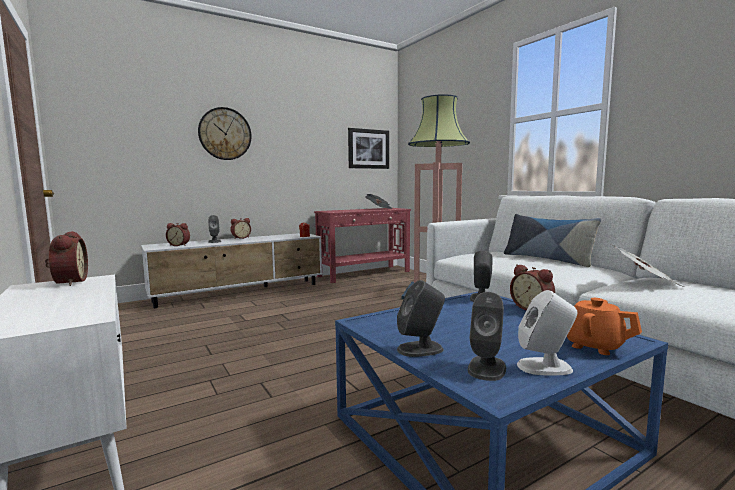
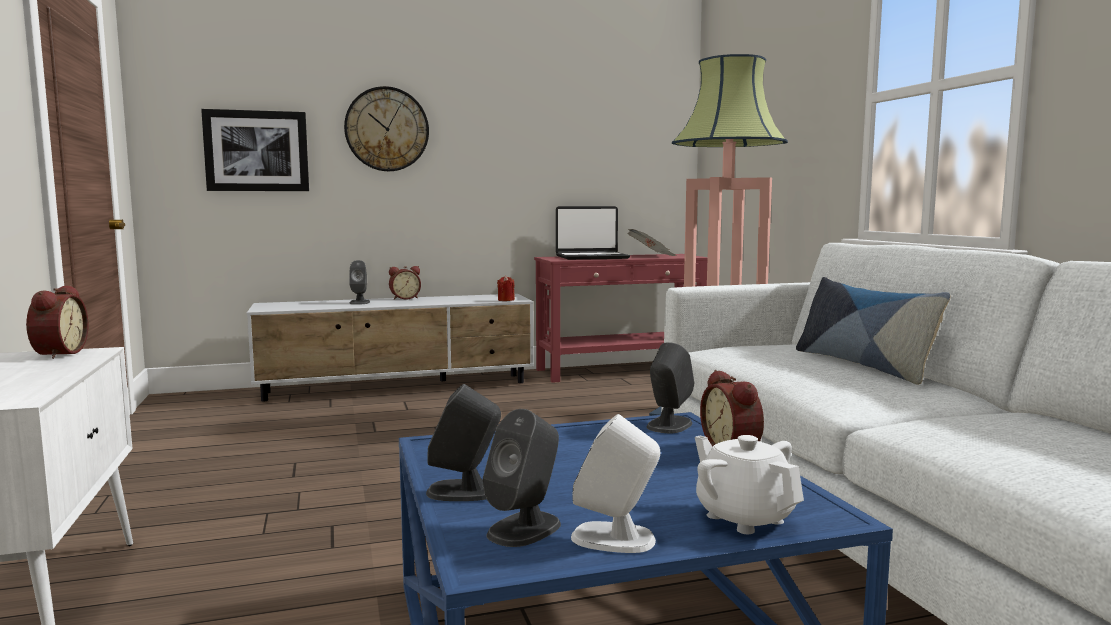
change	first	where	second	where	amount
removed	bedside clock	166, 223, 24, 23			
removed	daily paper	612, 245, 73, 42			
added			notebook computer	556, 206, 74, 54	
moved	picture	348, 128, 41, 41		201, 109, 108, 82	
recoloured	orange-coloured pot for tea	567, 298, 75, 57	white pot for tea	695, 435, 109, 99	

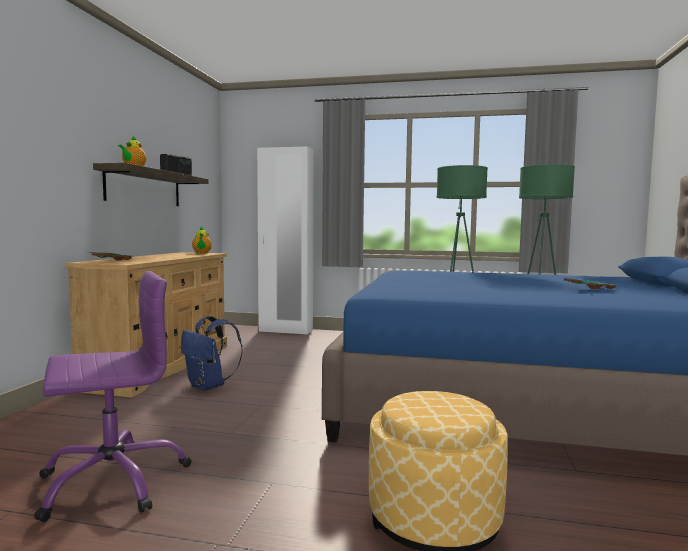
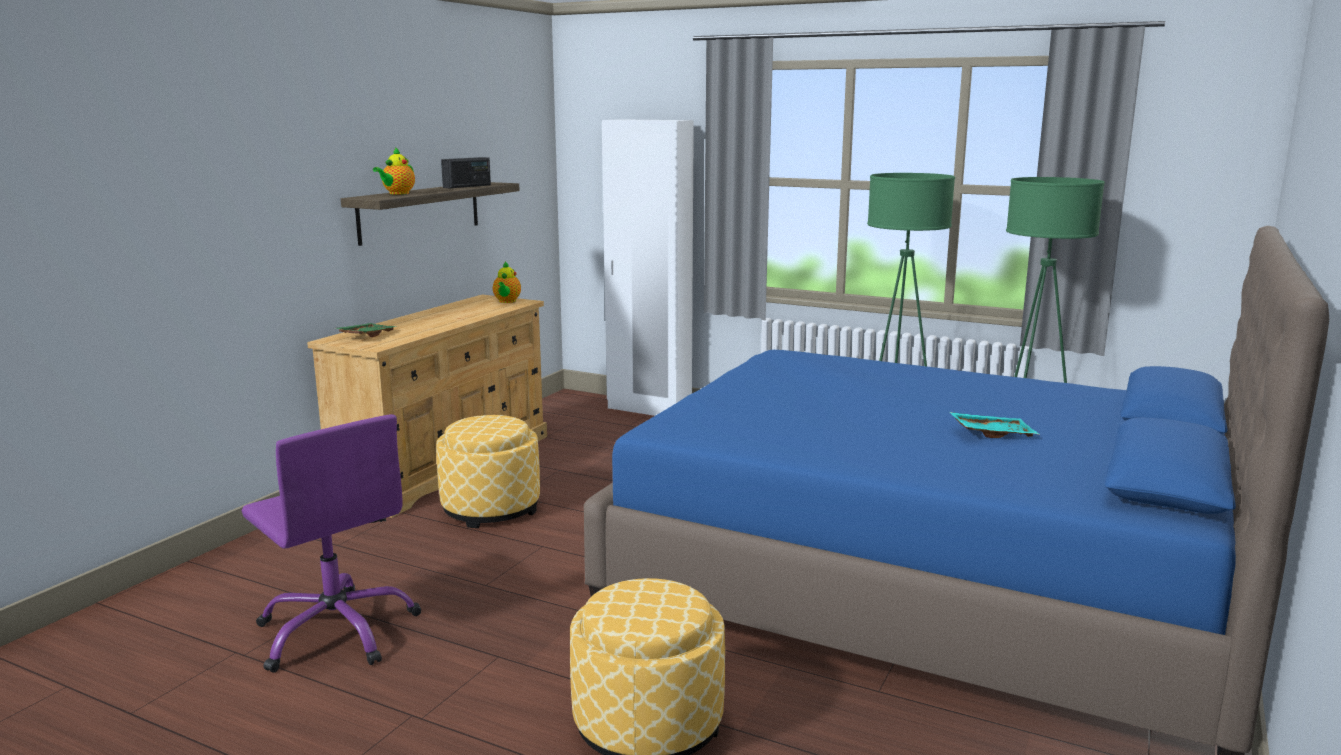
change	first	where	second	where	amount
replaced	blue rucksack	181, 316, 62, 75	ottoman	436, 415, 104, 113	
turned	purple office chair	34, 271, 157, 251		242, 414, 179, 259	60 degrees clockwise

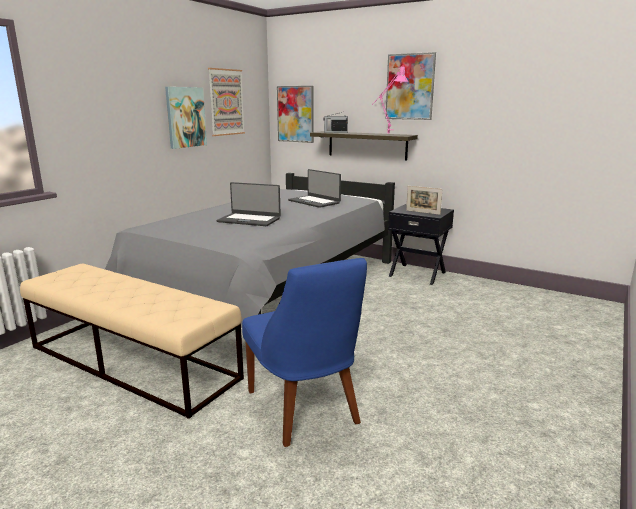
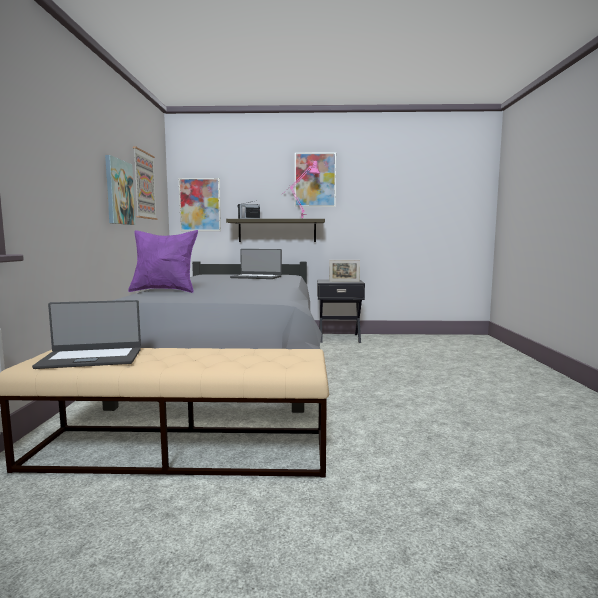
change	first	where	second	where	amount
removed	blue upright chair	242, 258, 125, 189			
added			purple pillow	128, 230, 70, 63	
moved	notebook computer	217, 182, 64, 44		32, 300, 109, 69	

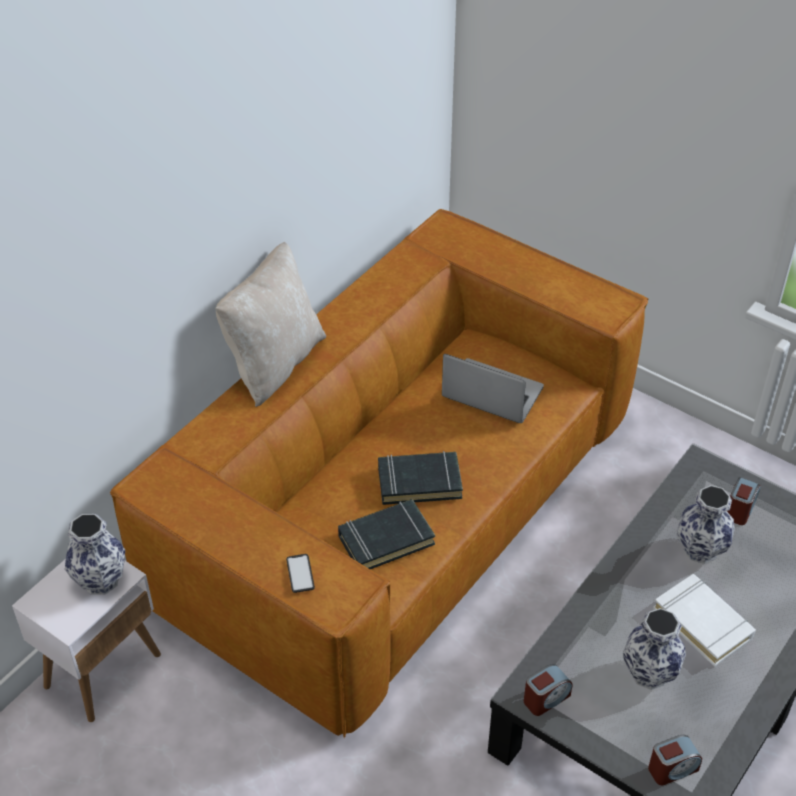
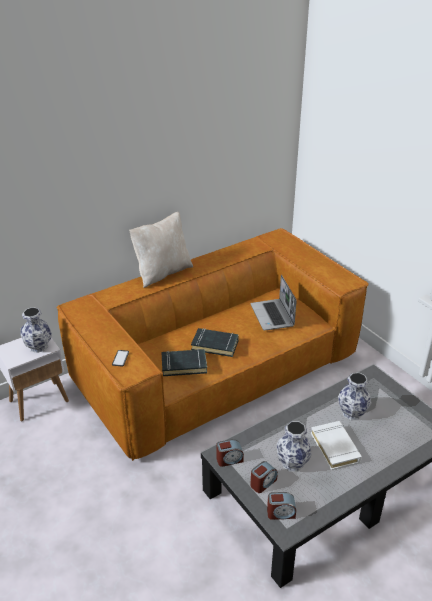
change	first	where	second	where	amount
moved	bedside clock	727, 477, 34, 48		250, 461, 28, 32	
turned	notebook computer	442, 354, 102, 69		250, 275, 47, 55	150 degrees counterclockwise

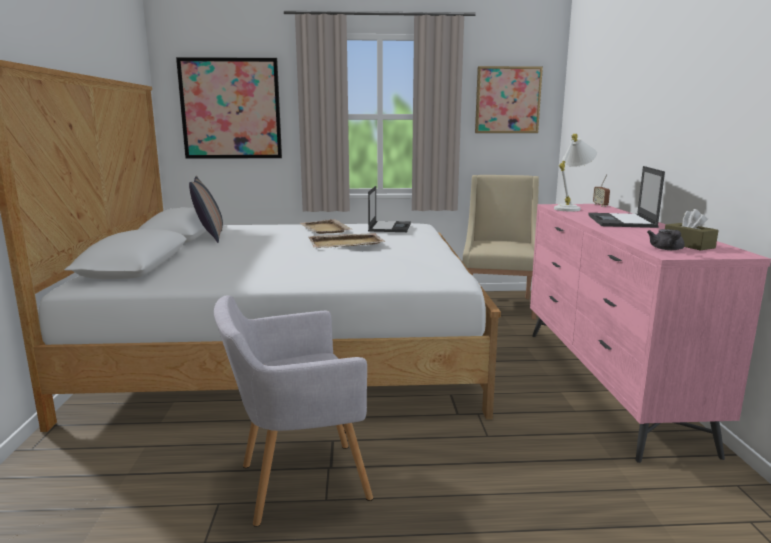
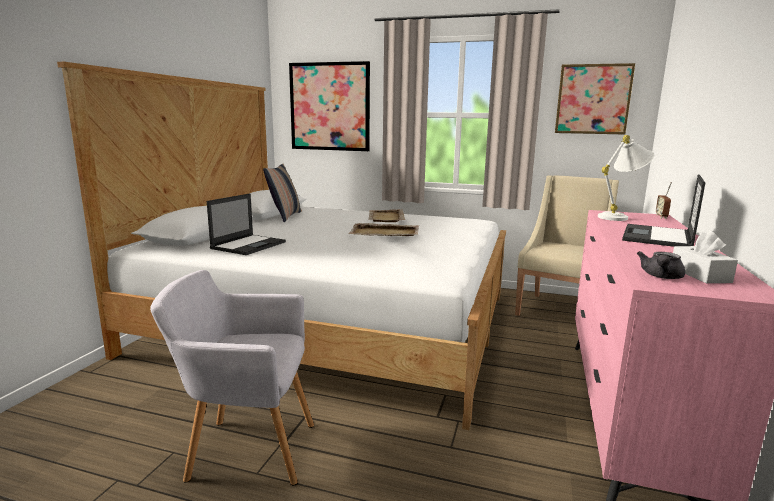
change	first	where	second	where	amount
moved	notebook computer	368, 186, 43, 46		207, 193, 79, 62	
recoloured	brown-coloured tissue holder	665, 209, 54, 41	white tissue holder	673, 231, 65, 52	

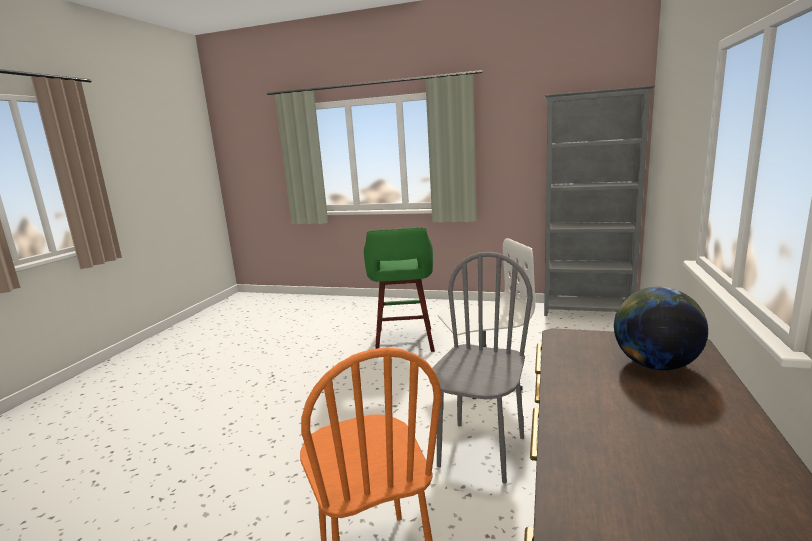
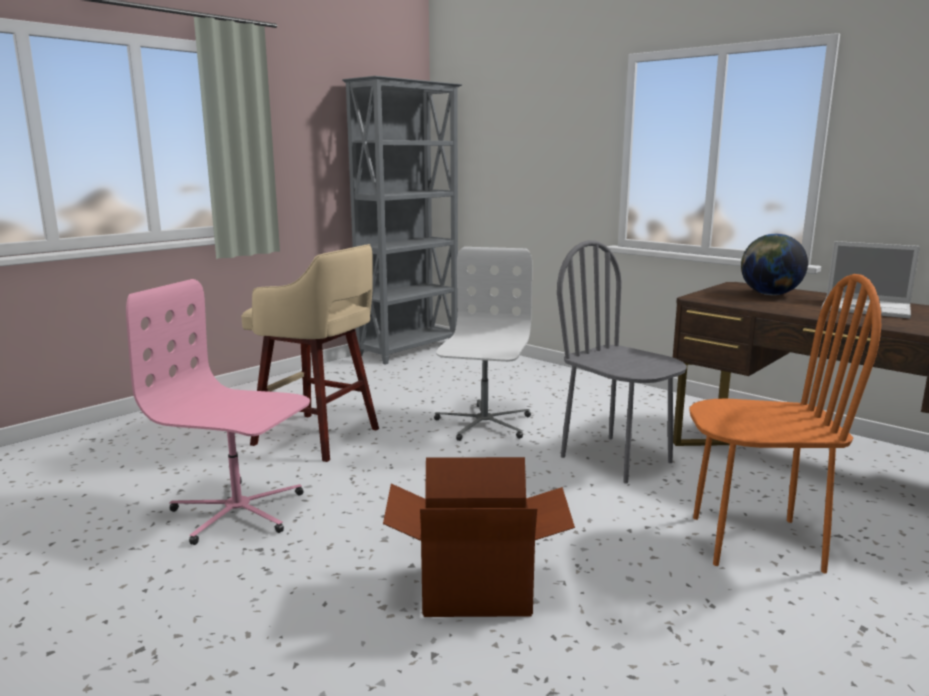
change	first	where	second	where	amount
added			pinkish office chair	126, 279, 184, 266	
added			packing box	383, 457, 192, 160	
added			notebook computer	821, 241, 99, 78	
recoloured	green-coloured sitting stool	364, 228, 71, 124	sand-coloured sitting stool	241, 244, 138, 218	

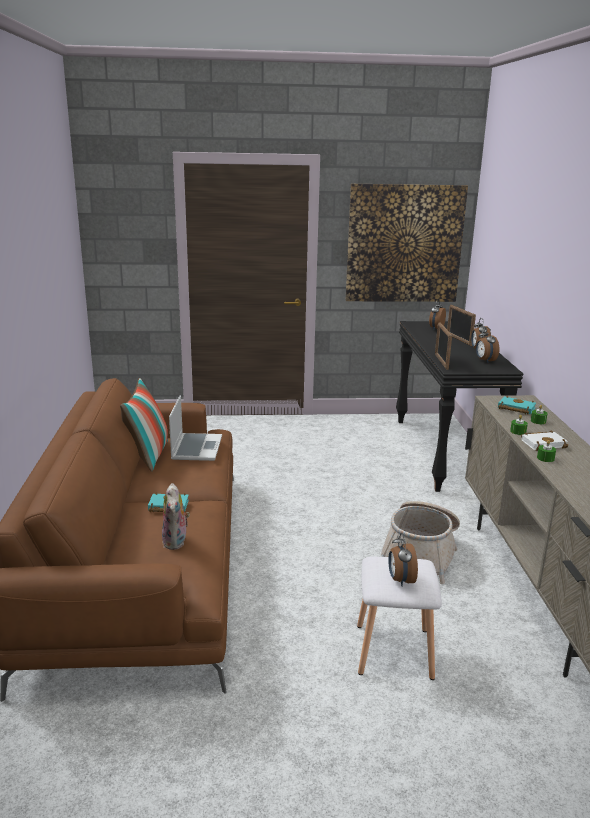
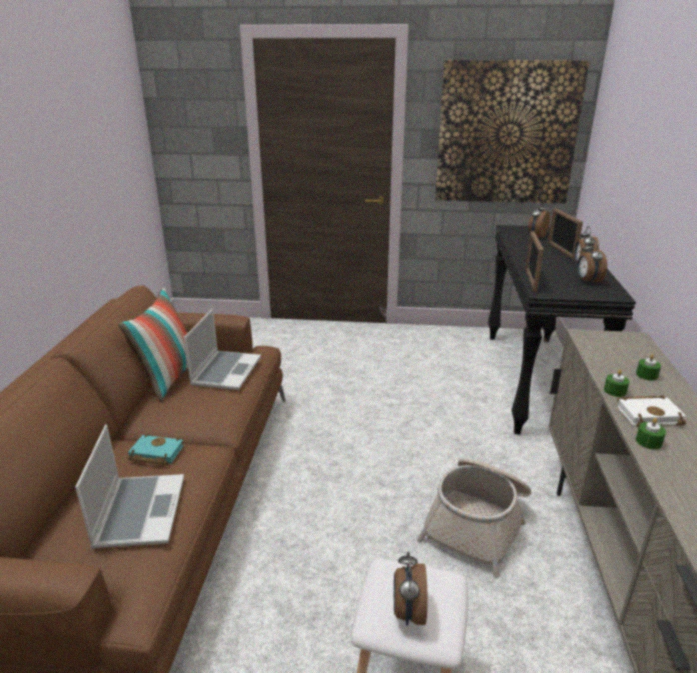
change	first	where	second	where	amount
removed	blue-green book	498, 396, 38, 19			
replaced	plush toy	162, 483, 28, 67	notebook computer	75, 425, 109, 123	

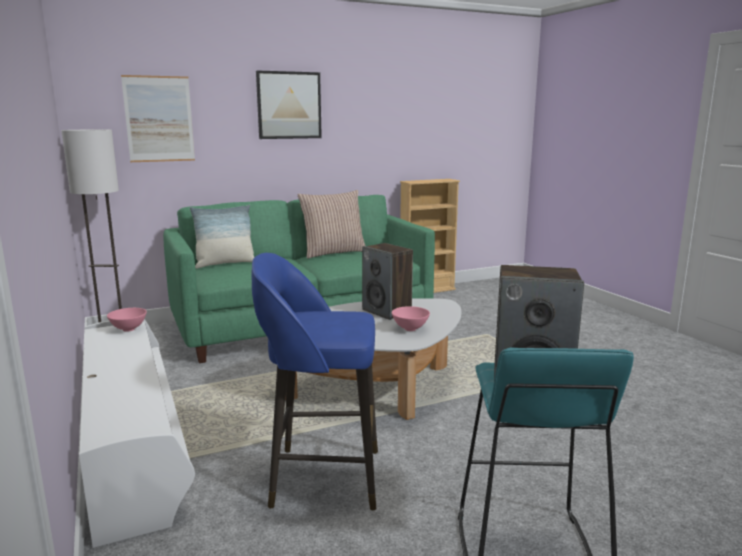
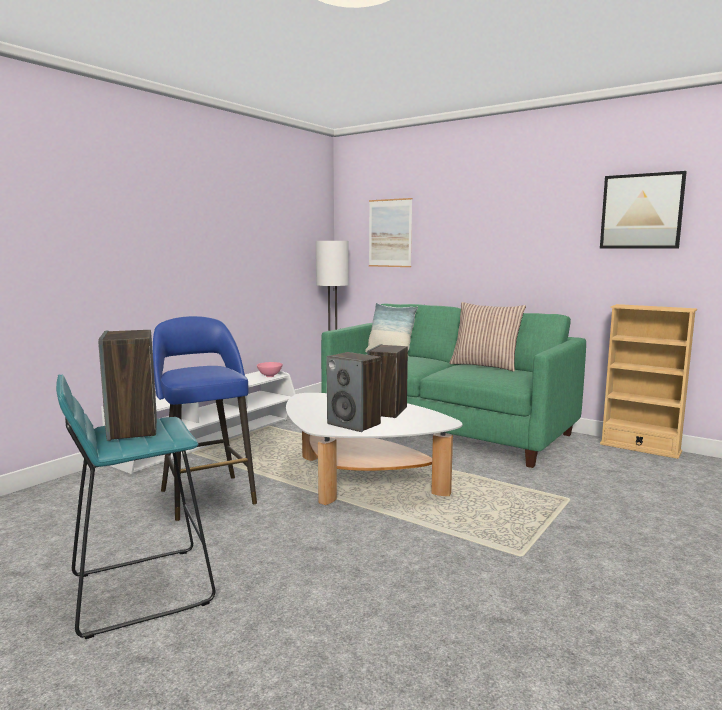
change	first	where	second	where	amount
moved	picture	256, 70, 66, 69		600, 171, 87, 78	
replaced	pinkish serving bowl	392, 306, 38, 25	audio speaker	326, 352, 55, 80	

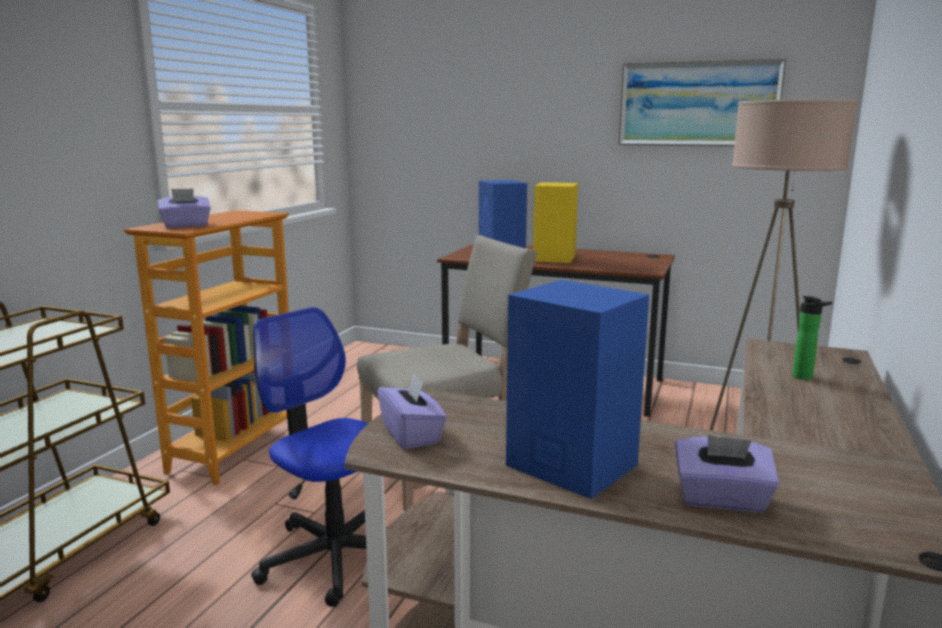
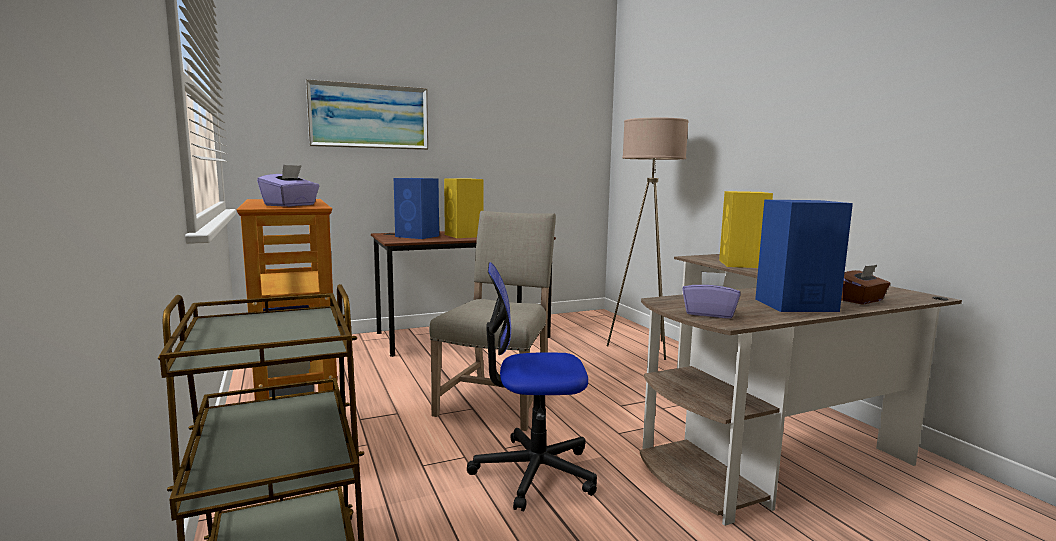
change	first	where	second	where	amount
moved	picture	618, 58, 169, 89		306, 79, 122, 71	
replaced	drink bottle	792, 296, 40, 84	yellowish audio speaker	719, 191, 54, 77	
recoloured	purple tissue holder	675, 435, 104, 78	brown-coloured tissue holder	841, 265, 49, 40	

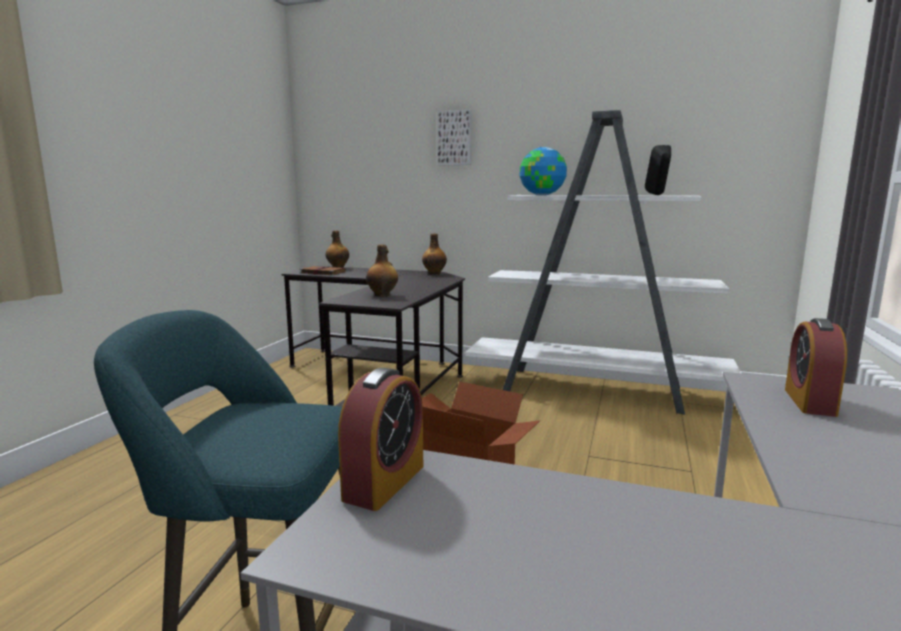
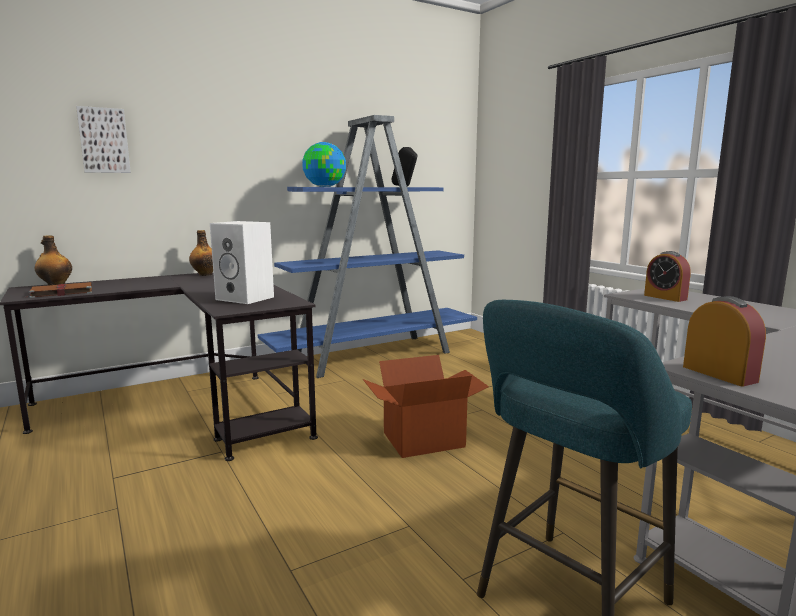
change	first	where	second	where	amount
moved	picture	437, 109, 35, 56		76, 106, 55, 67	
replaced	drink bottle	366, 245, 32, 52	white audio speaker	210, 221, 64, 83	
recoloured	white bookcase	465, 110, 276, 305	blue bookcase	258, 115, 219, 263	

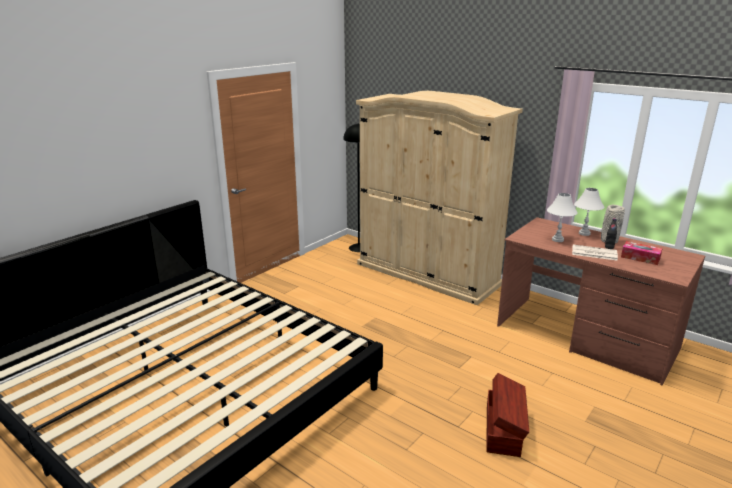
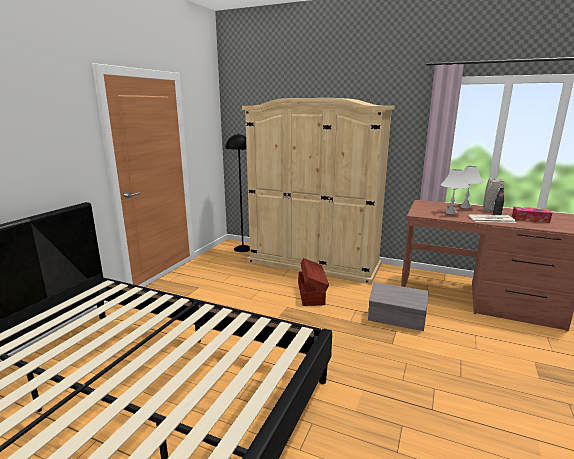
change	first	where	second	where	amount
added			grey storage box	368, 282, 61, 49	
moved	brown-coloured storage box	487, 373, 42, 84		298, 258, 31, 48	

